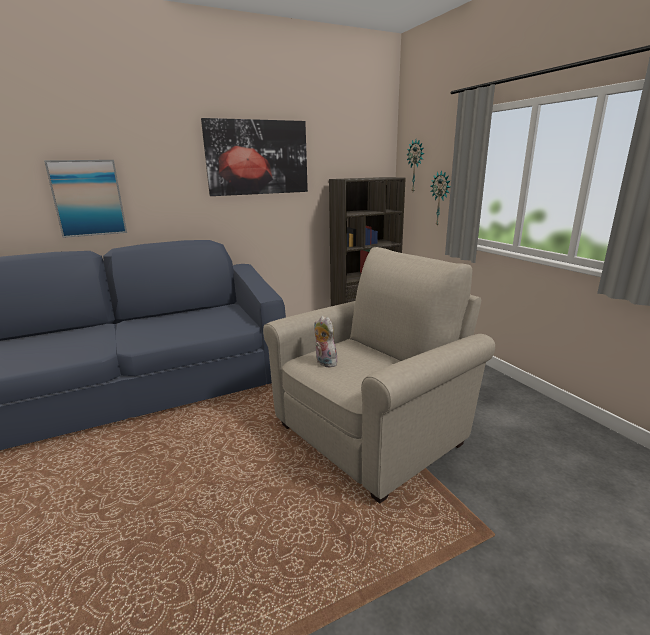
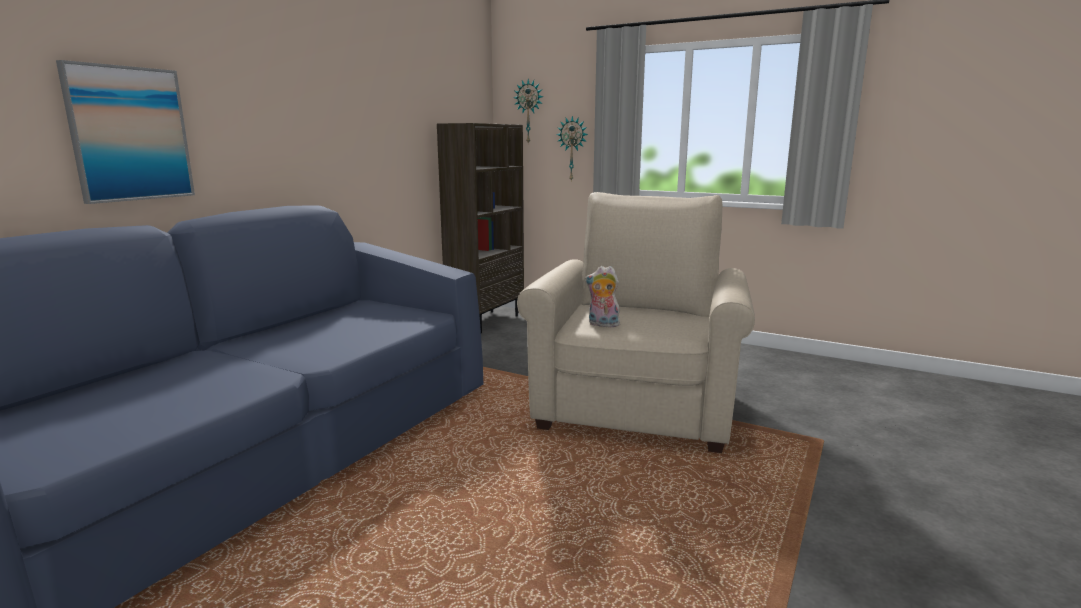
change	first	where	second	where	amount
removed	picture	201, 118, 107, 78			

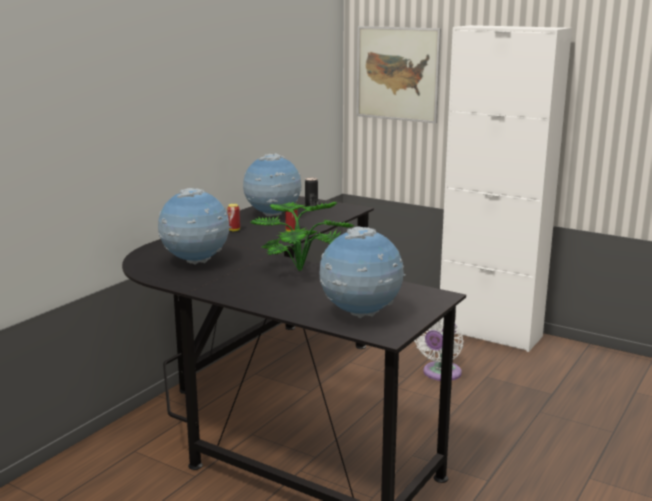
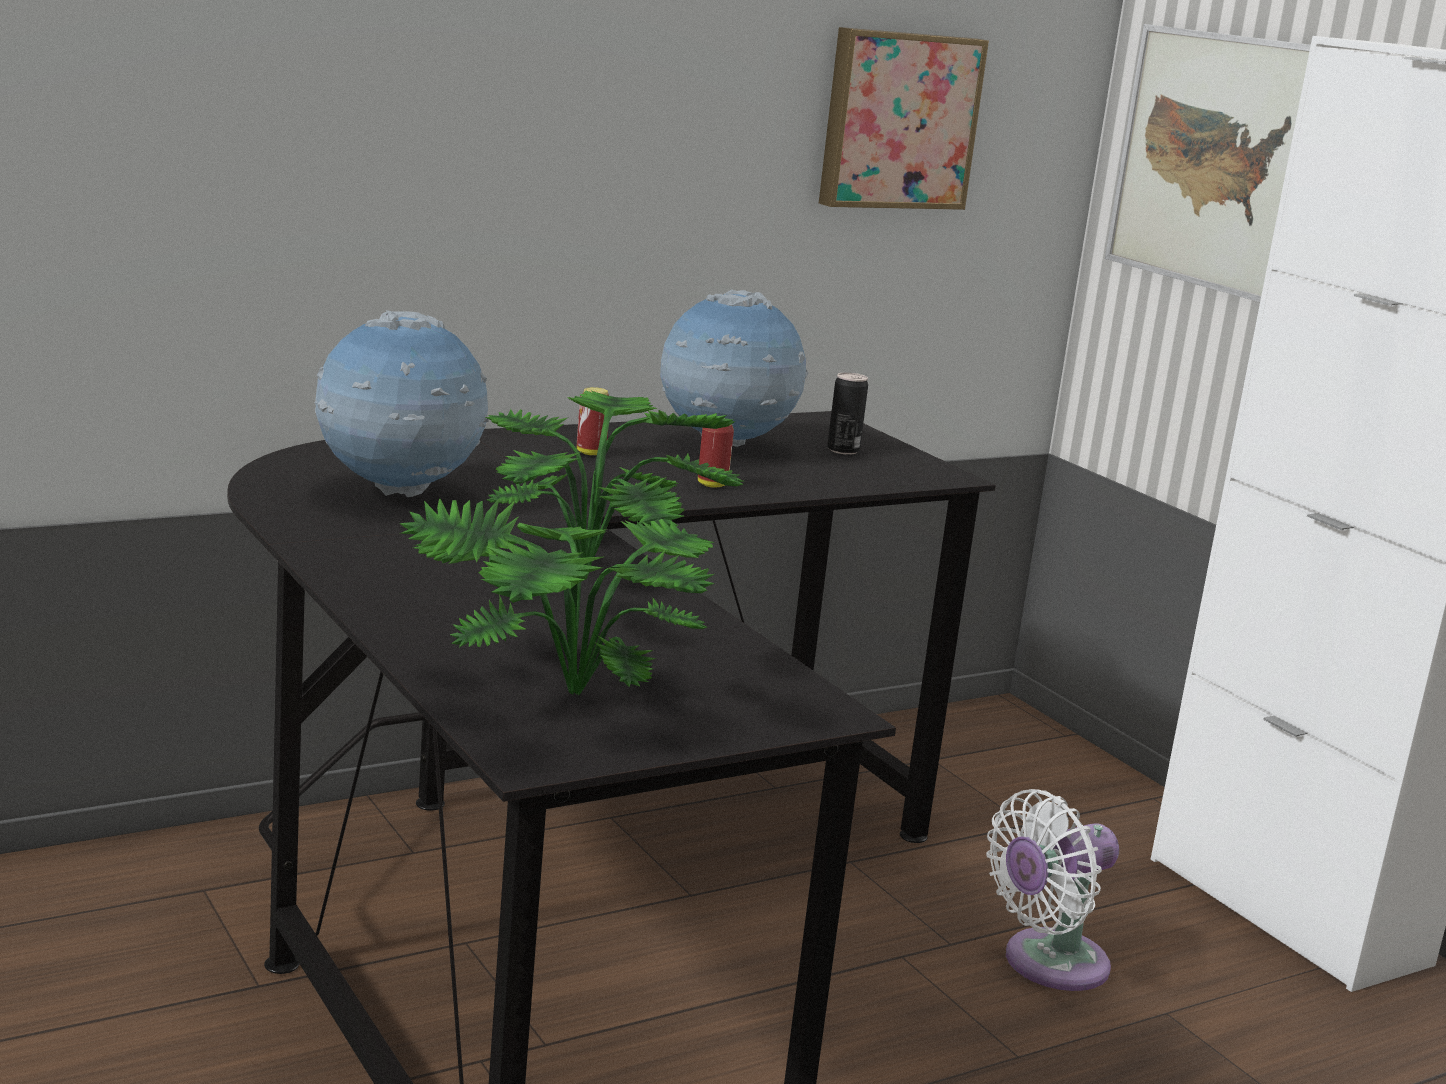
change	first	where	second	where	amount
added			picture	819, 27, 170, 183	
replaced	globe	319, 227, 87, 92	plant in a pot	399, 498, 316, 197	

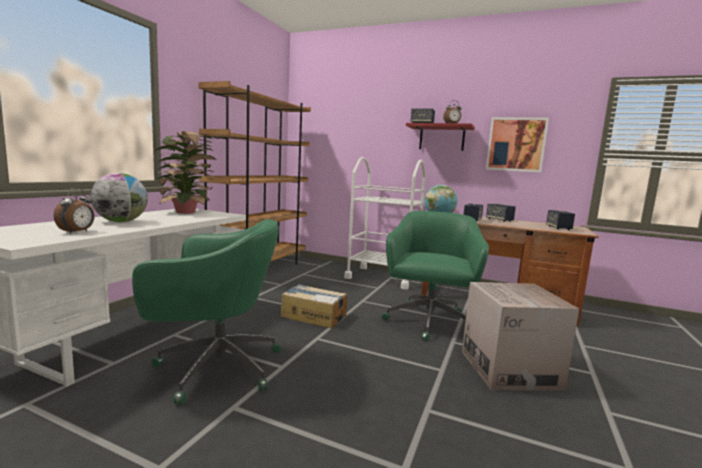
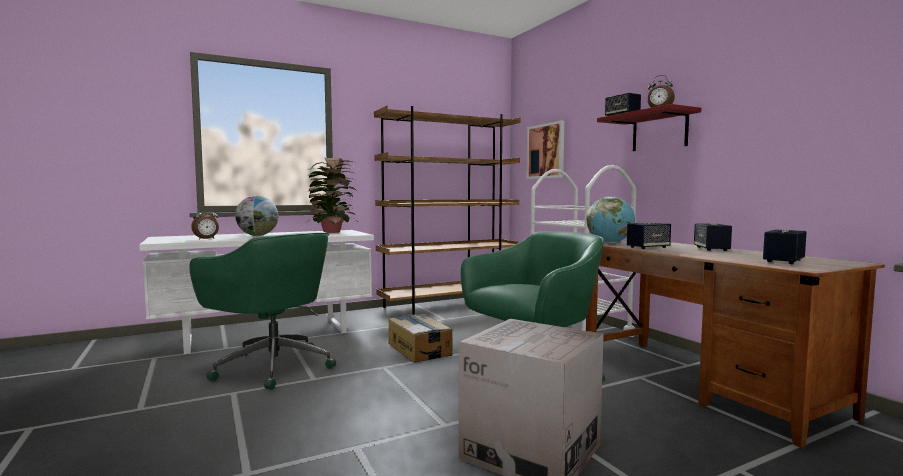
change	first	where	second	where	amount
moved	picture	486, 117, 63, 55		527, 120, 37, 59	

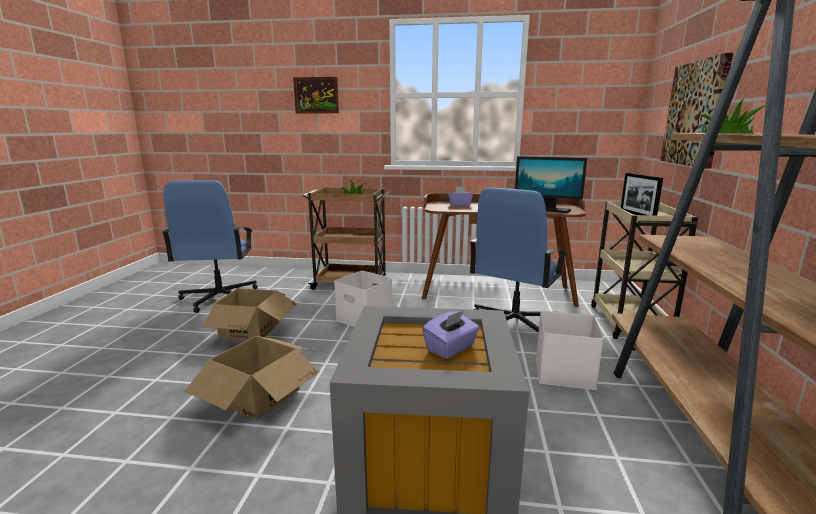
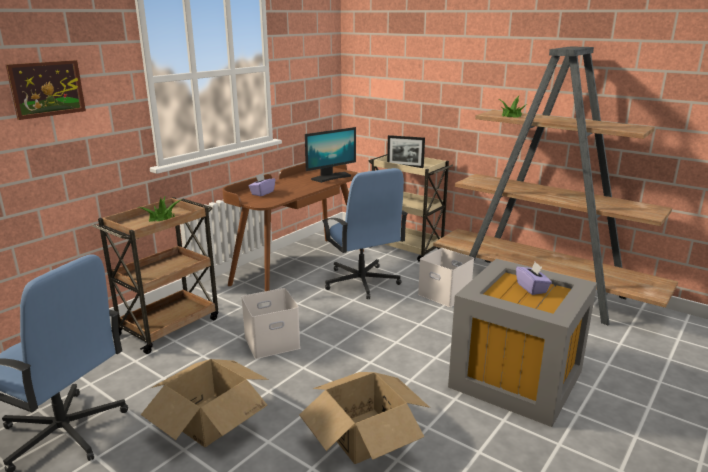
change	first	where	second	where	amount
removed	picture	660, 53, 73, 116			

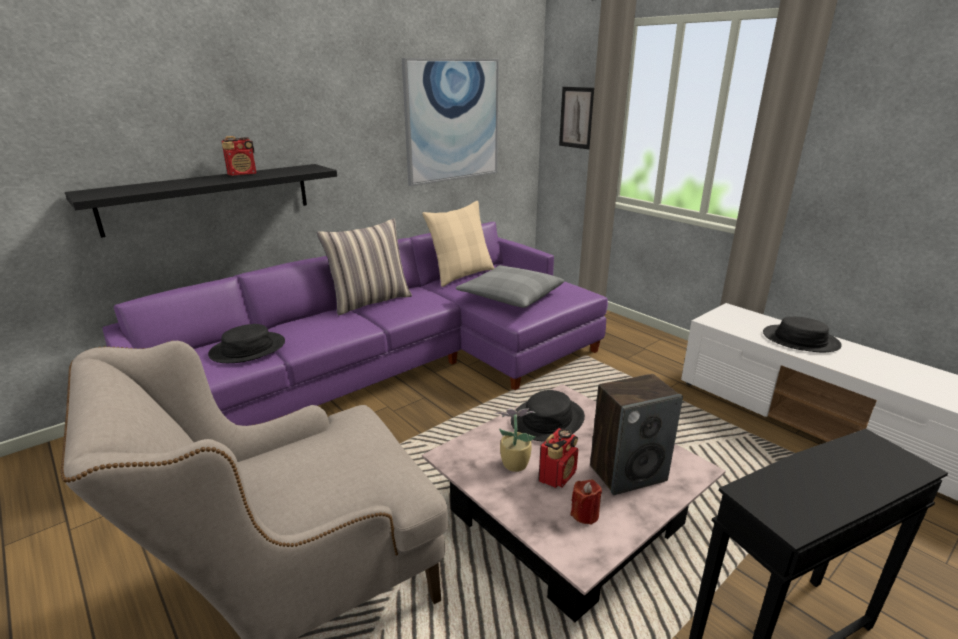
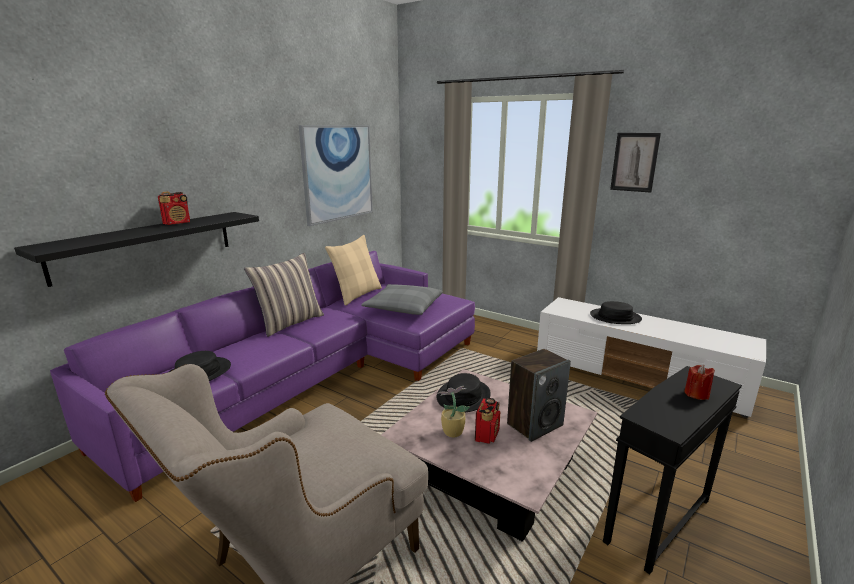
change	first	where	second	where	amount
moved	picture	559, 87, 35, 62		610, 133, 51, 60	
moved	reddish wax light	571, 479, 31, 46		684, 365, 31, 35	

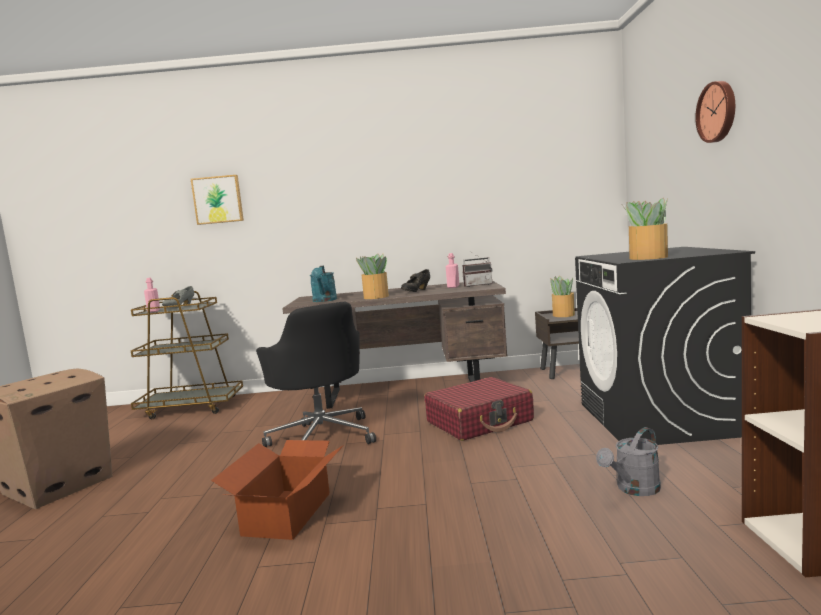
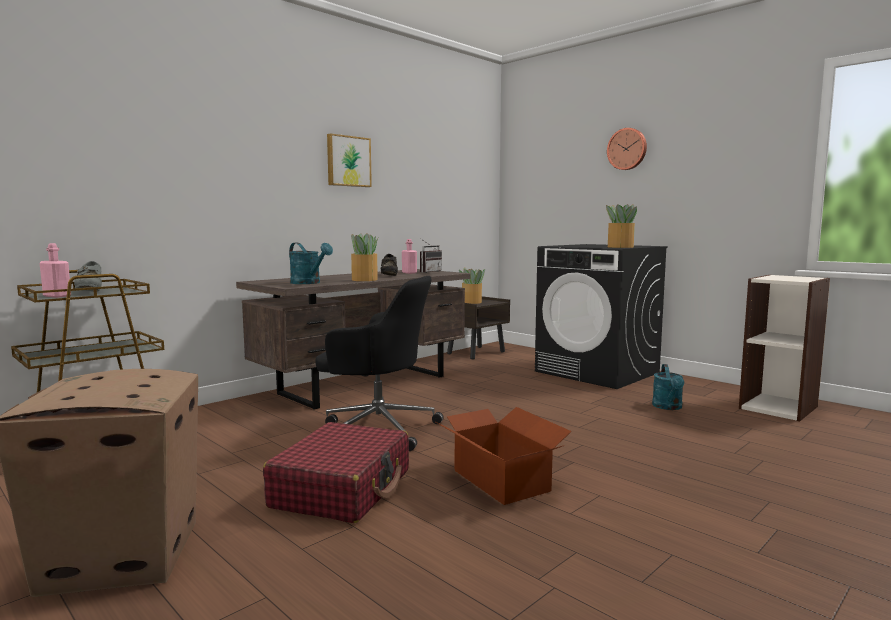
change	first	where	second	where	amount
moved	picture	191, 175, 53, 50		327, 133, 45, 54	
moved	reddish piece of luggage	424, 377, 110, 64		263, 422, 146, 101	
recoloured	grey watering pot	596, 427, 65, 69	blue-green watering pot	652, 364, 32, 46	

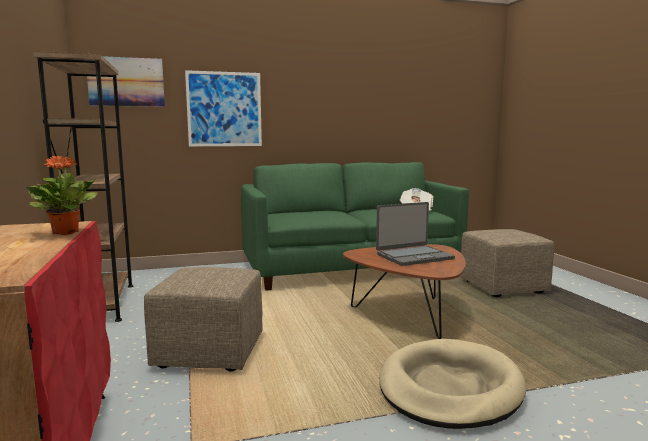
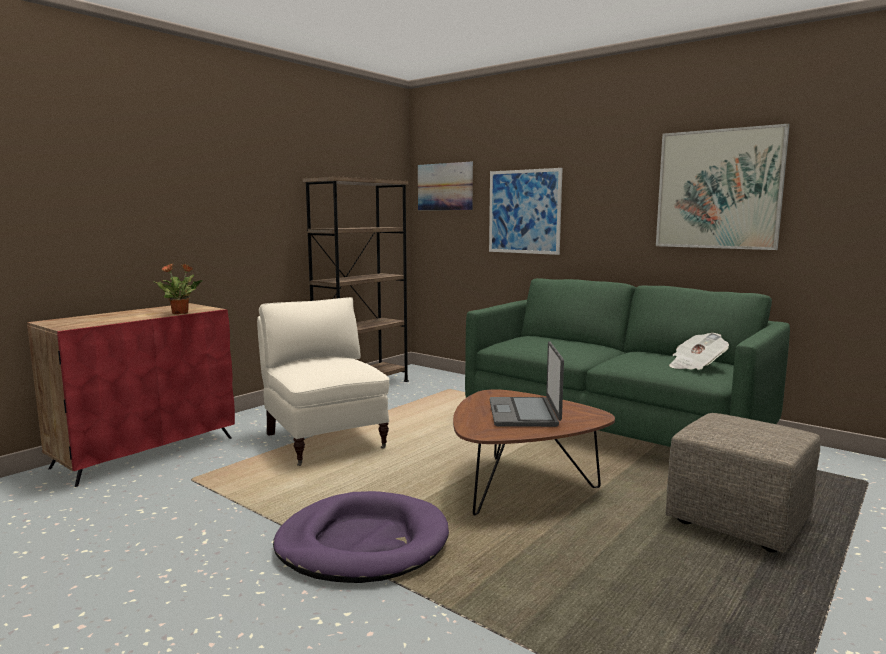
change	first	where	second	where	amount
added			picture	656, 124, 134, 126	
replaced	sand-coloured ottoman	144, 267, 119, 105	sand-coloured lounge chair	257, 297, 133, 169	
recoloured	sand-coloured dog cushion	379, 339, 147, 90	purple dog cushion	273, 491, 176, 92	
turned	notebook computer	376, 202, 79, 64		490, 341, 74, 86	60 degrees clockwise

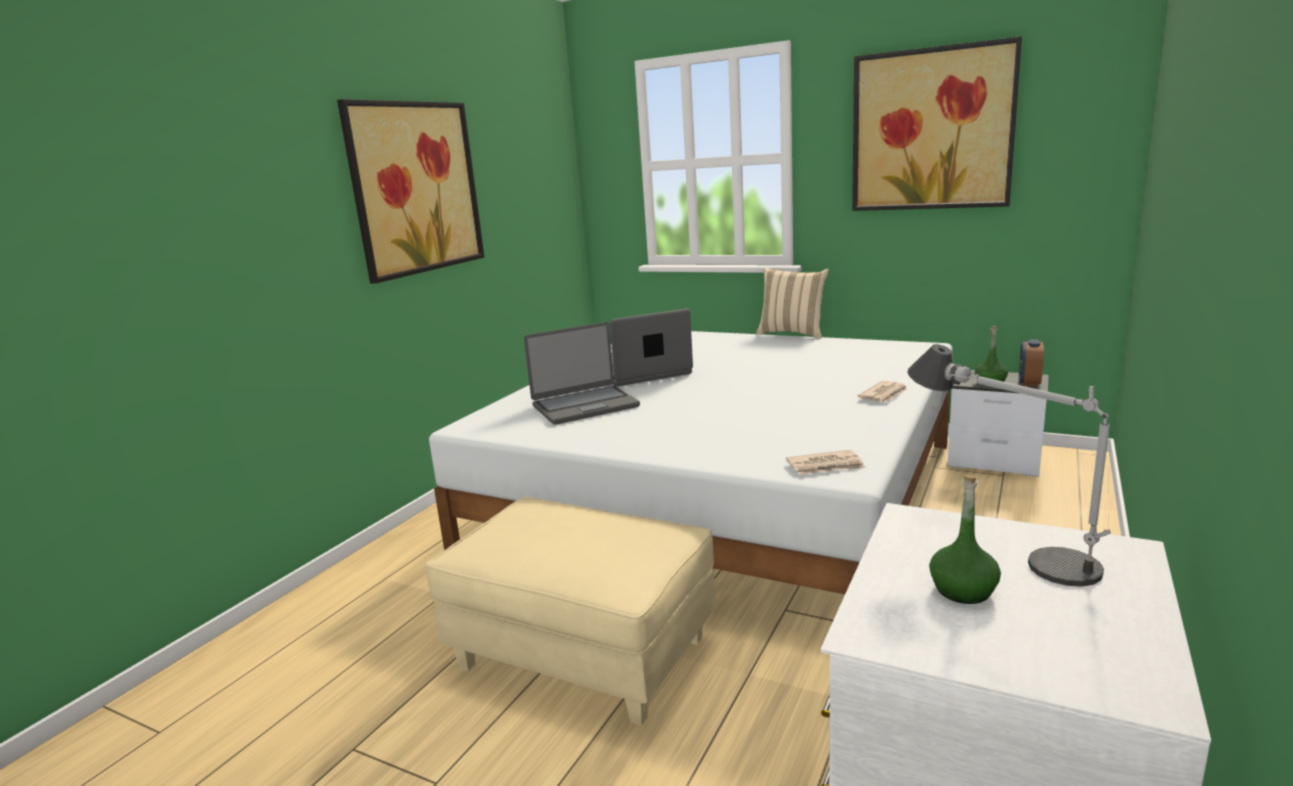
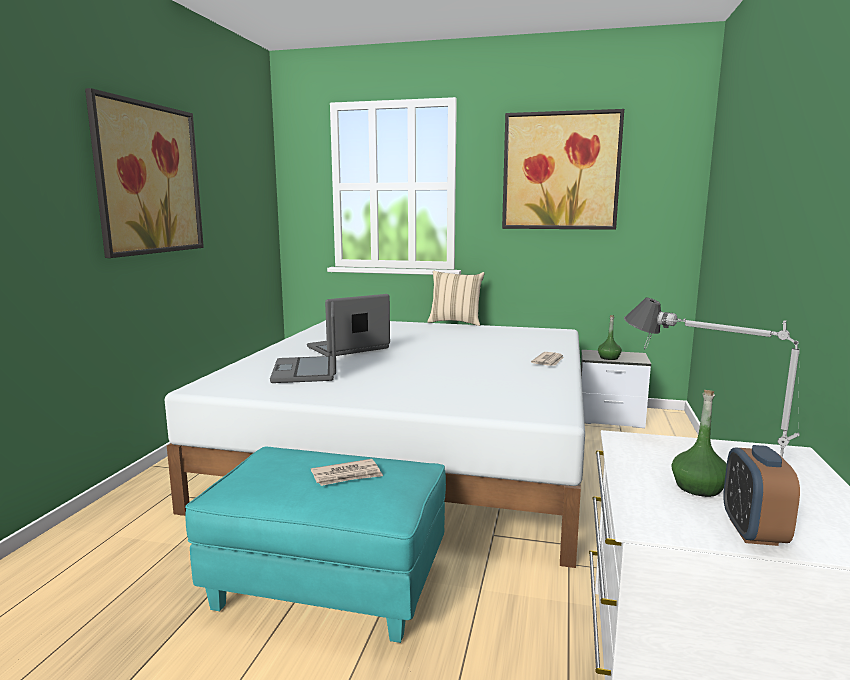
change	first	where	second	where	amount
moved	daily paper	786, 450, 80, 25		311, 459, 72, 27	
moved	bedside clock	1019, 339, 25, 47		723, 445, 77, 101	
recoloured	sand-coloured ottoman	426, 497, 290, 229	blue-green ottoman	185, 447, 261, 196	
turned	notebook computer	524, 322, 116, 103		270, 301, 66, 82	120 degrees clockwise

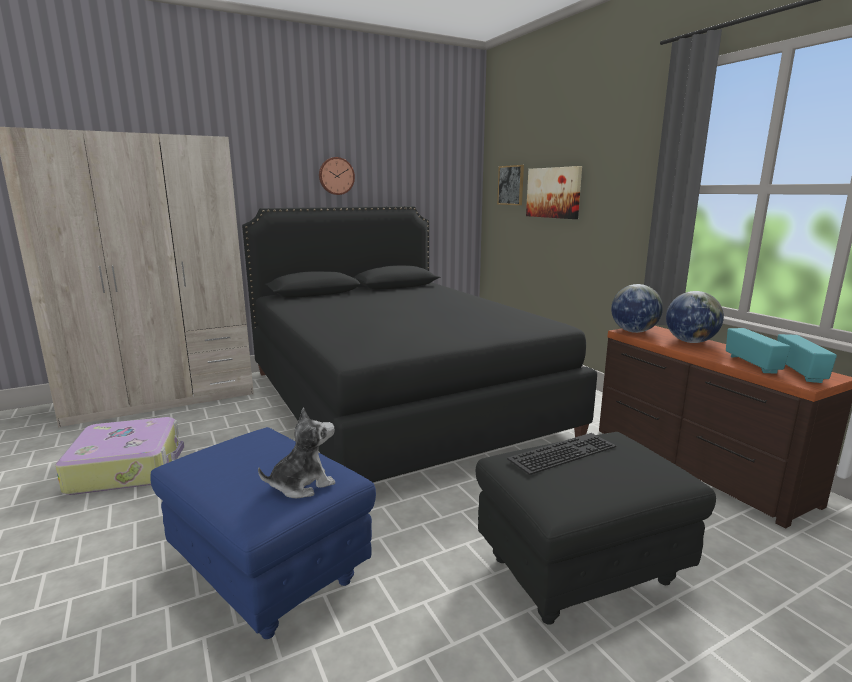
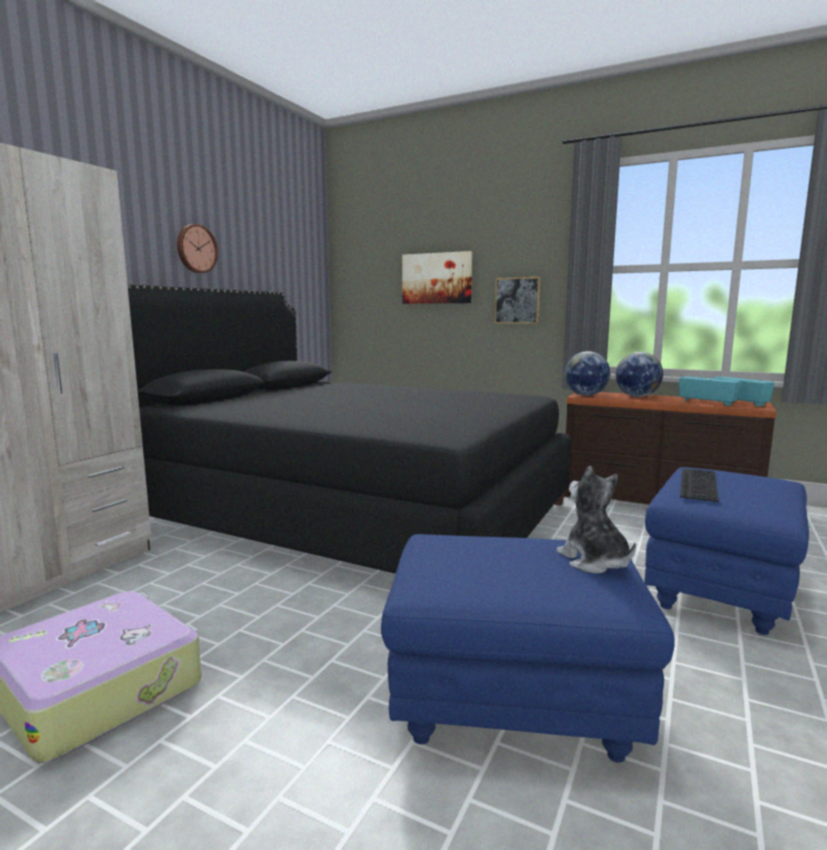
change	first	where	second	where	amount
moved	picture	497, 165, 27, 40		494, 277, 47, 47	
recoloured	black ottoman	476, 432, 240, 193	blue ottoman	644, 467, 165, 168	
turned	plush toy	258, 408, 77, 90		556, 466, 80, 108	45 degrees counterclockwise

